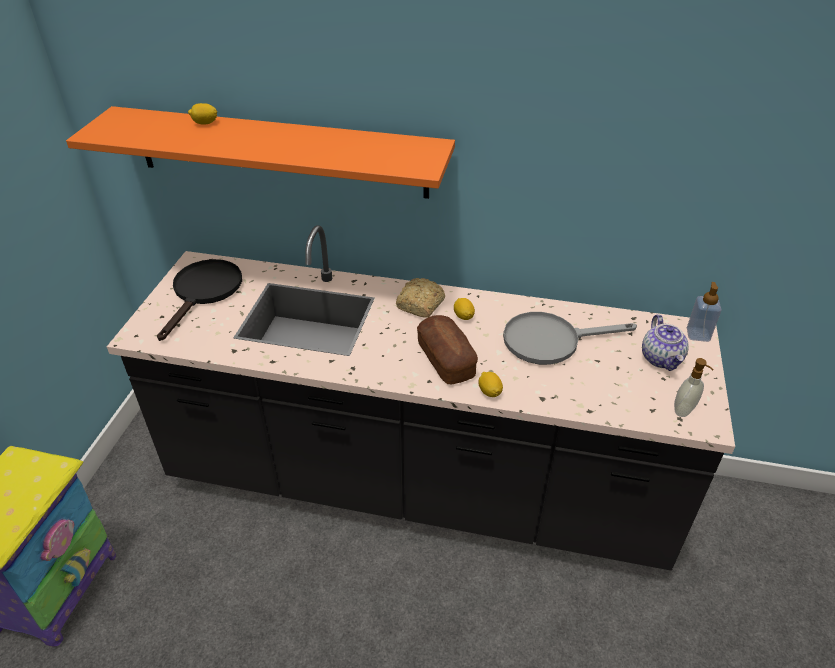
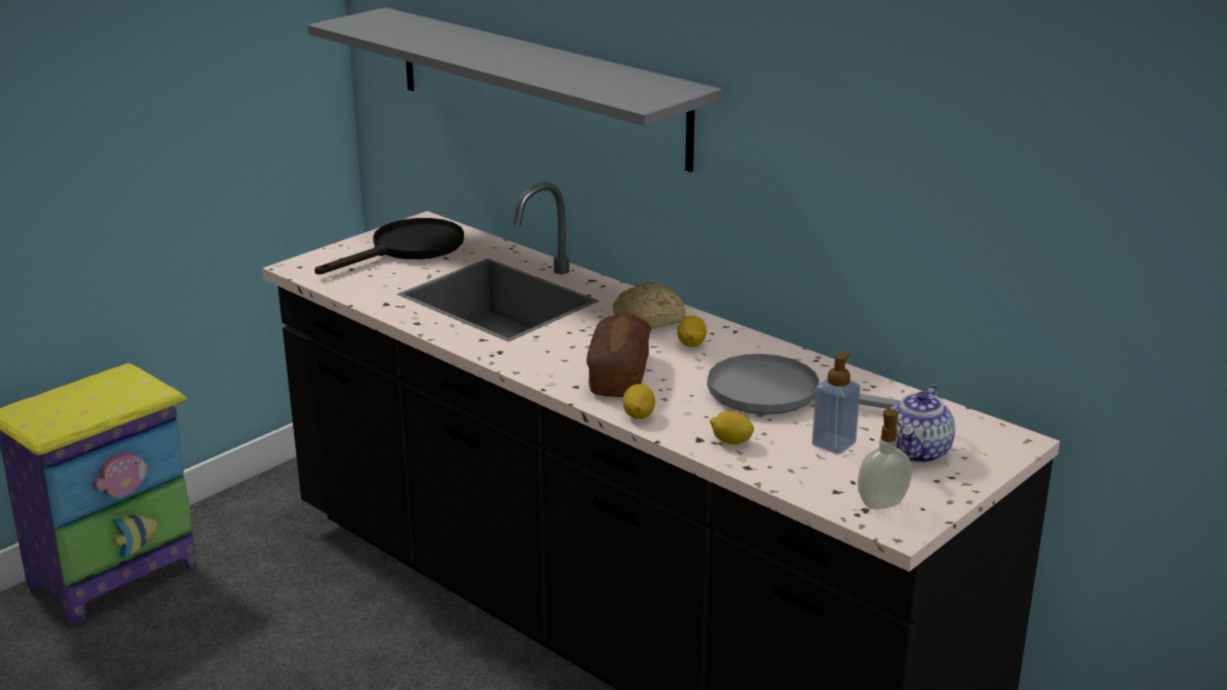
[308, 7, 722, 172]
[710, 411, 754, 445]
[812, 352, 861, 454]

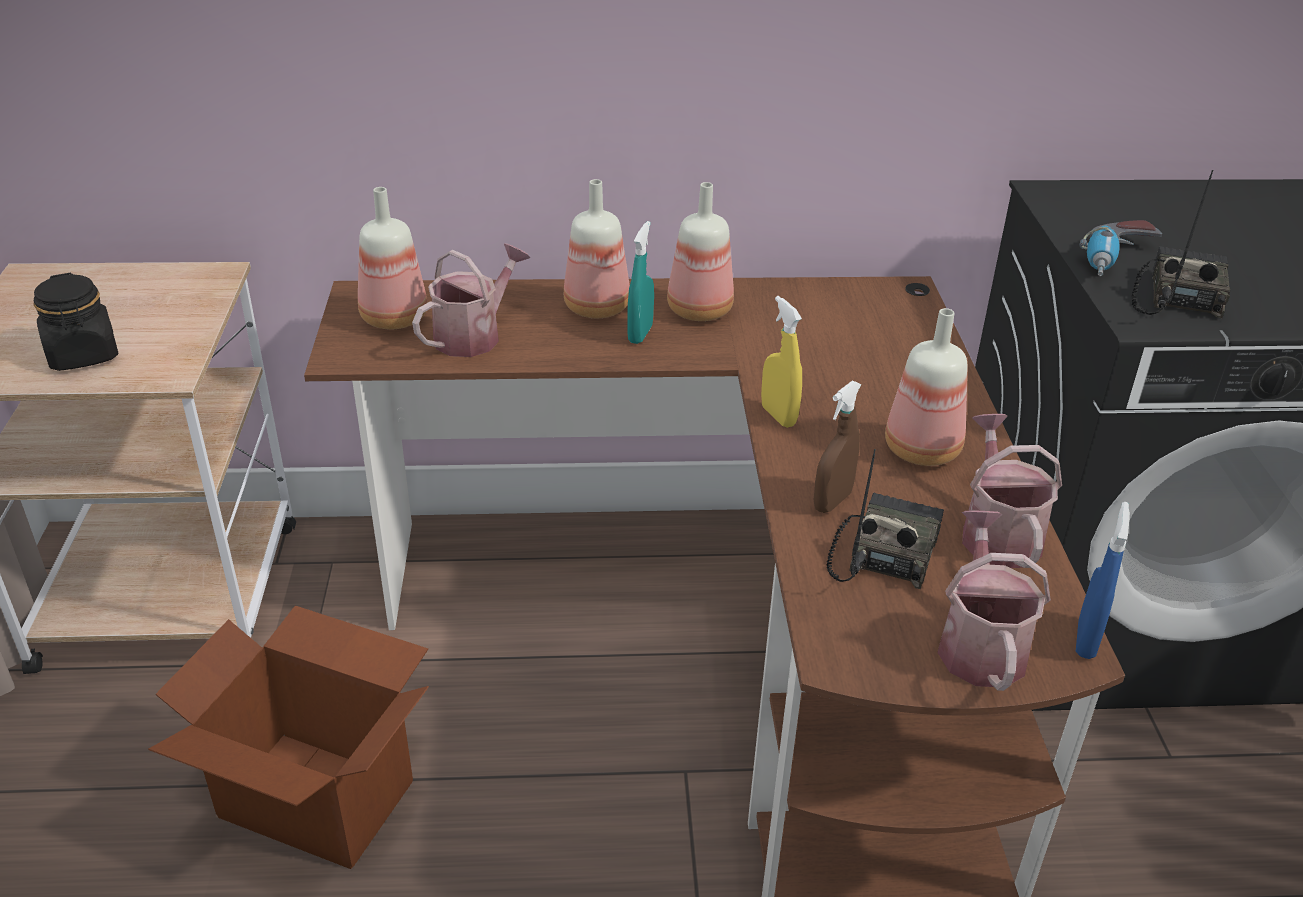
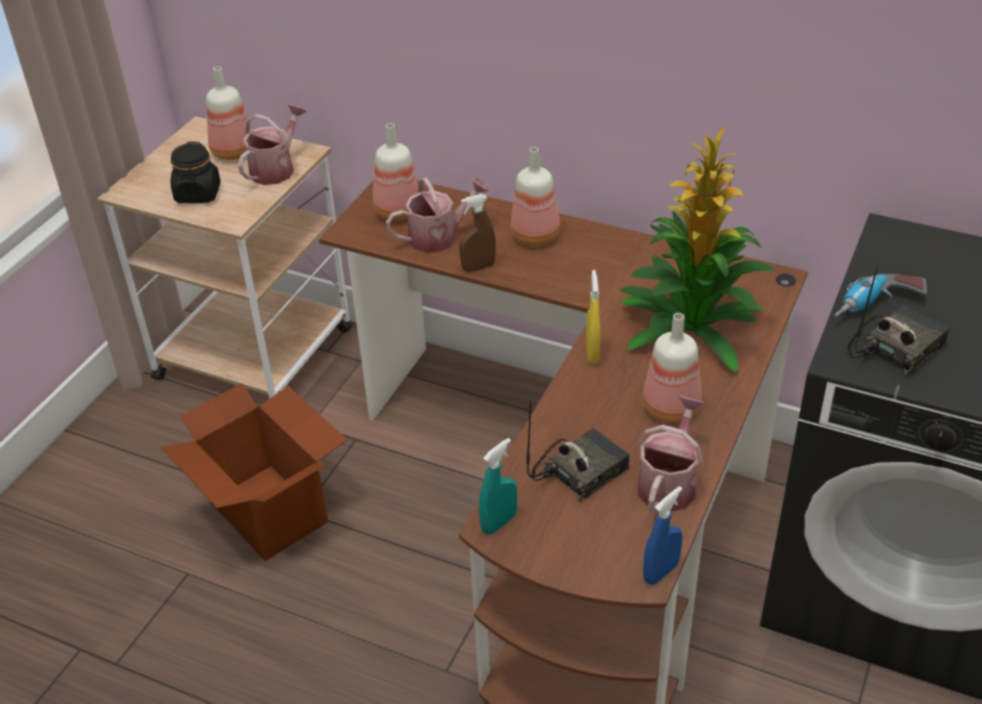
[206, 66, 252, 160]
[238, 104, 307, 185]
[459, 194, 496, 272]
[479, 438, 517, 534]
[619, 127, 774, 372]

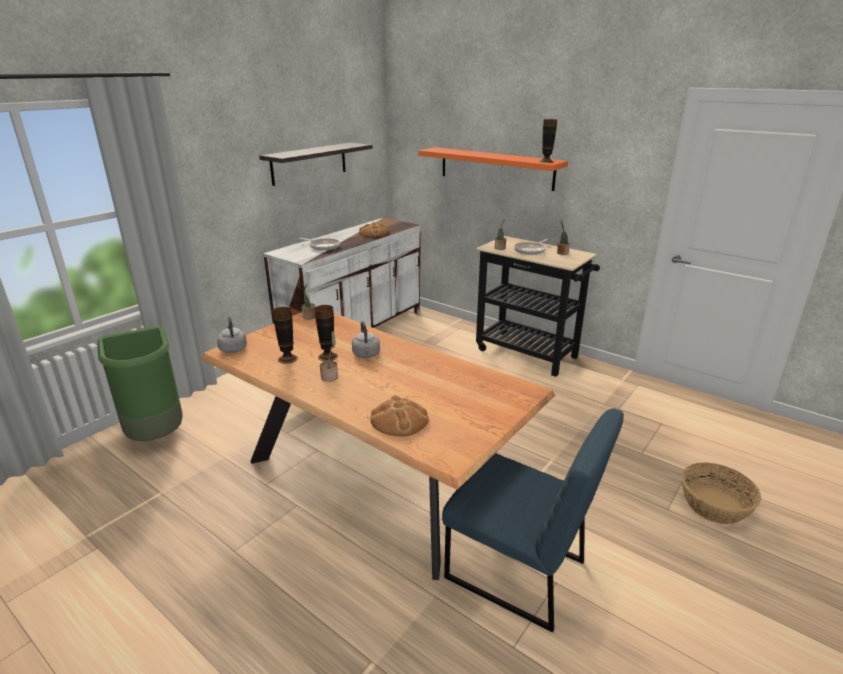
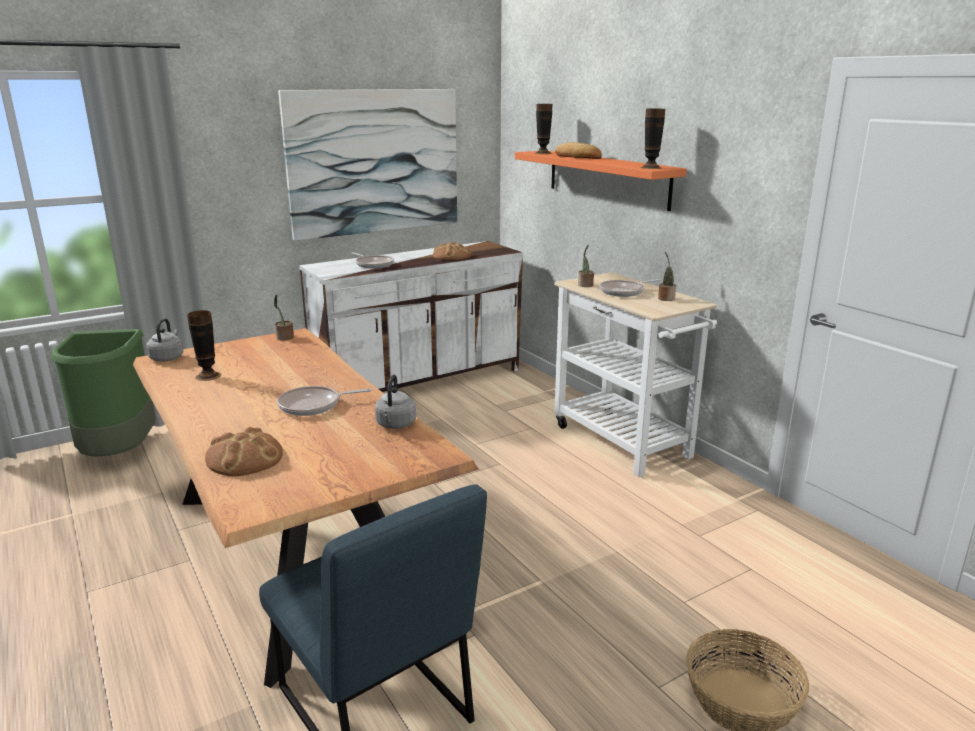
[277, 386, 372, 416]
[278, 89, 457, 241]
[375, 375, 416, 429]
[534, 104, 552, 154]
[554, 272, 717, 477]
[555, 142, 602, 159]
[320, 331, 338, 382] (first image)

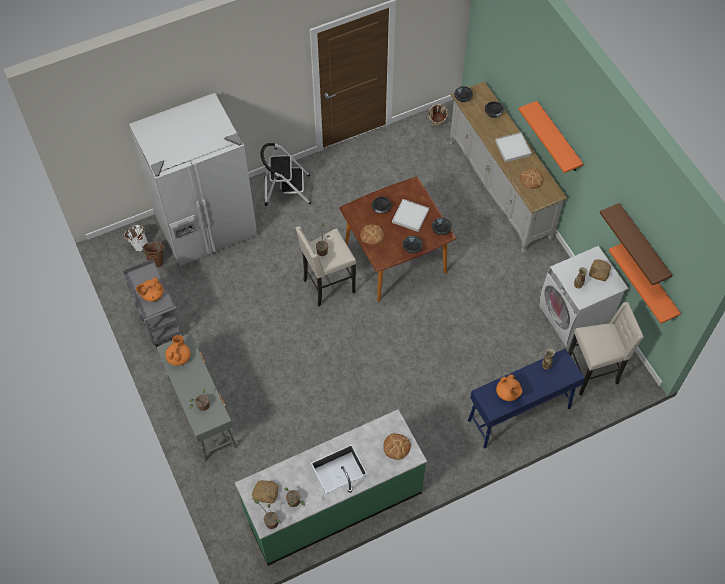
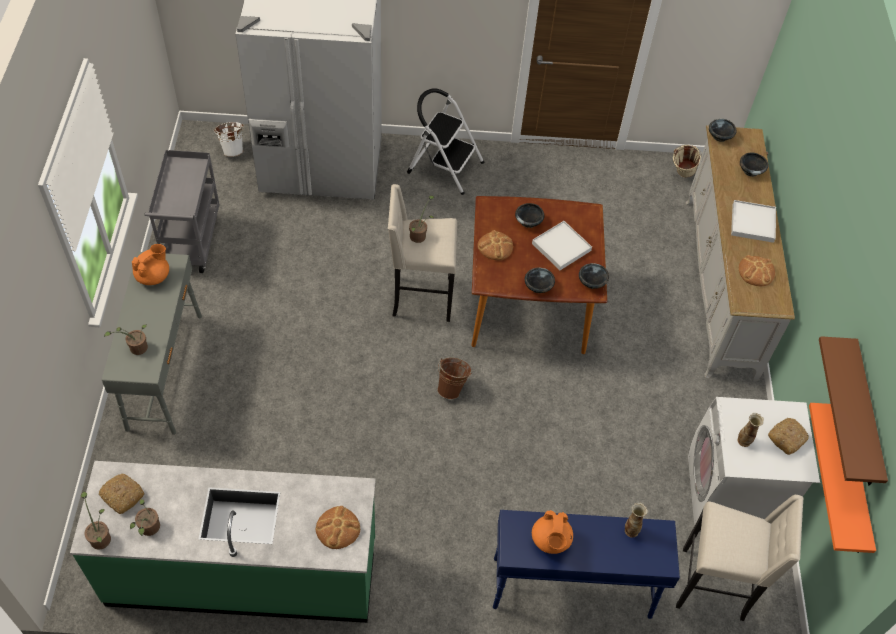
[437, 358, 471, 399]
[136, 277, 164, 302] (first image)
[518, 101, 583, 173] (first image)

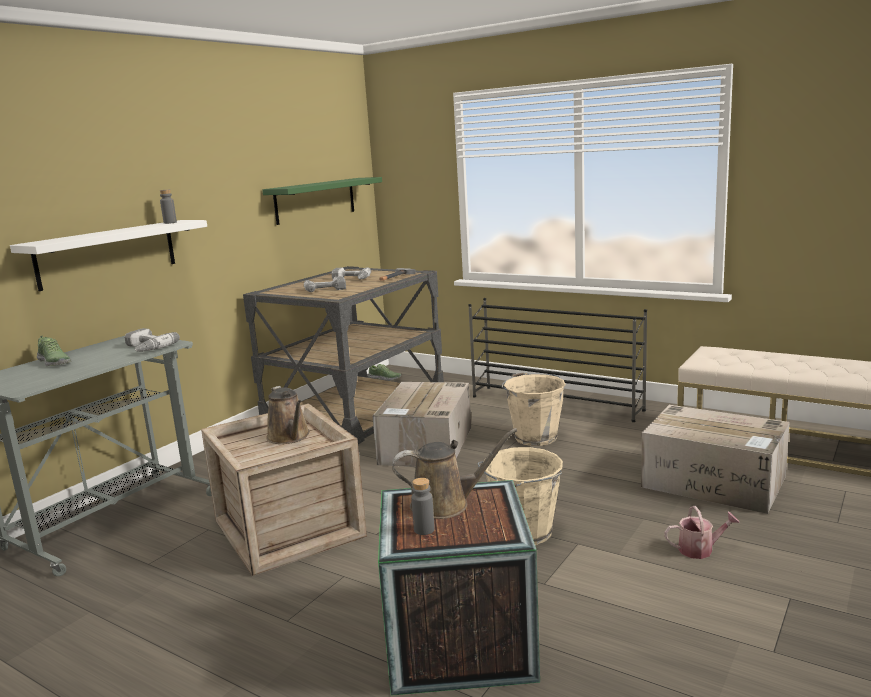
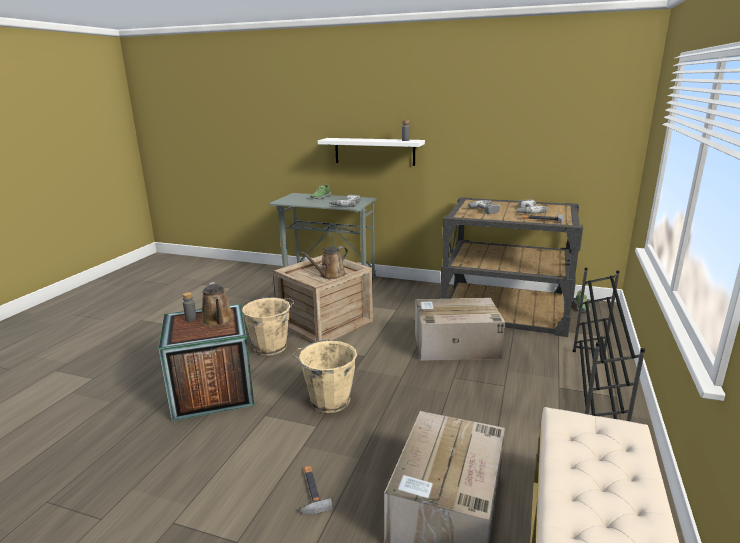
[242, 297, 295, 356]
[301, 466, 333, 514]
[262, 177, 382, 225] (first image)

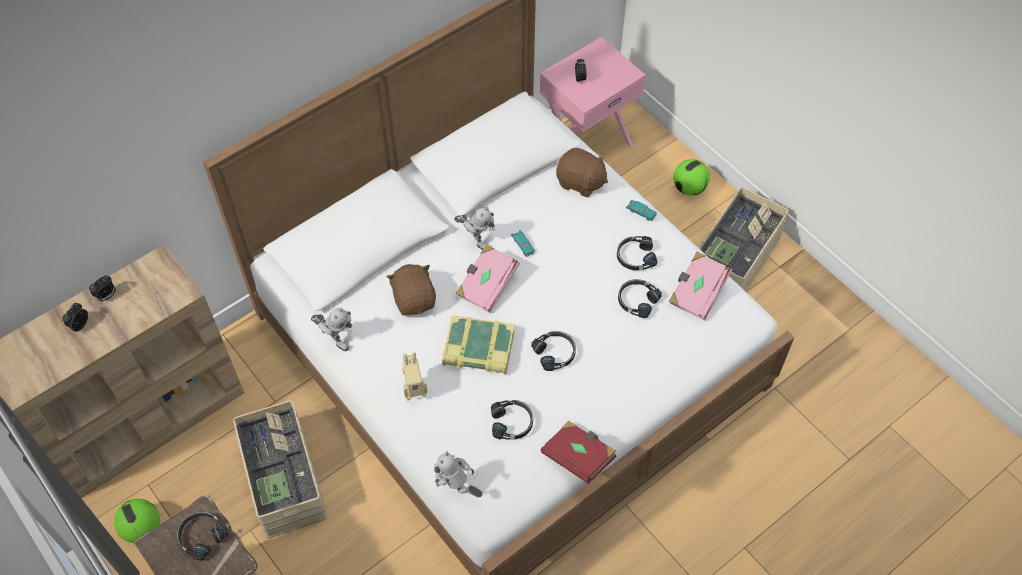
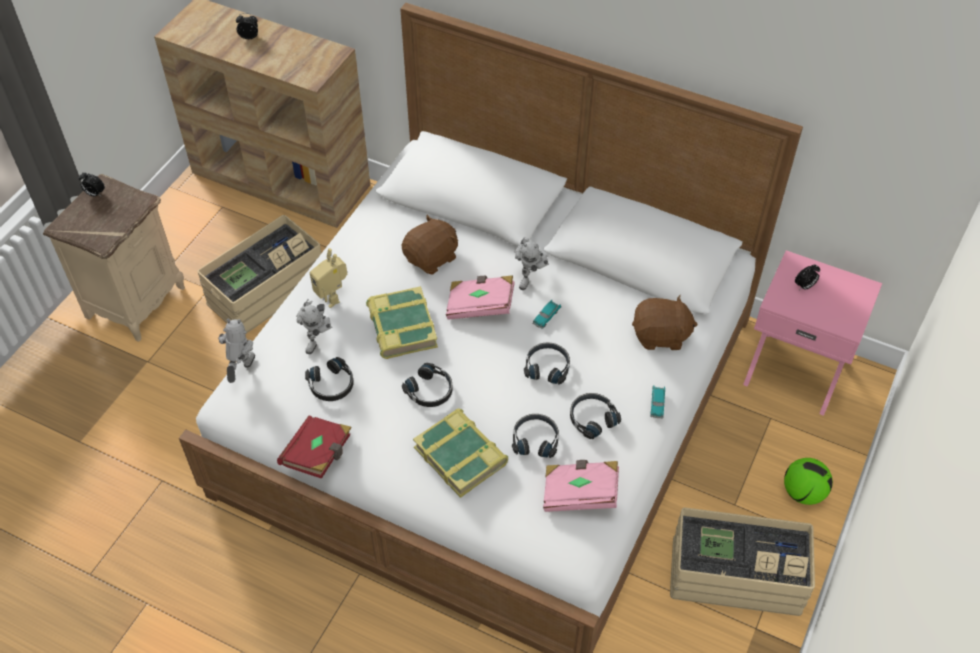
[79, 172, 105, 196]
[296, 299, 332, 354]
[413, 408, 508, 498]
[524, 343, 570, 385]
[632, 295, 698, 350]
[114, 499, 160, 543] (first image)

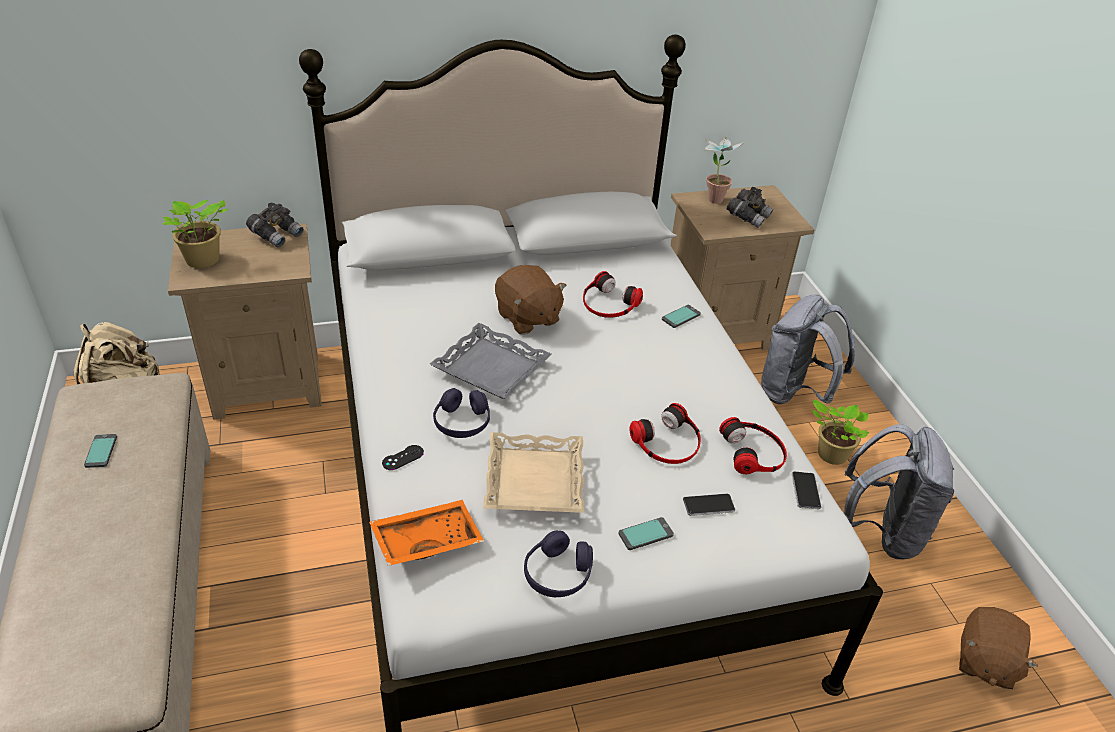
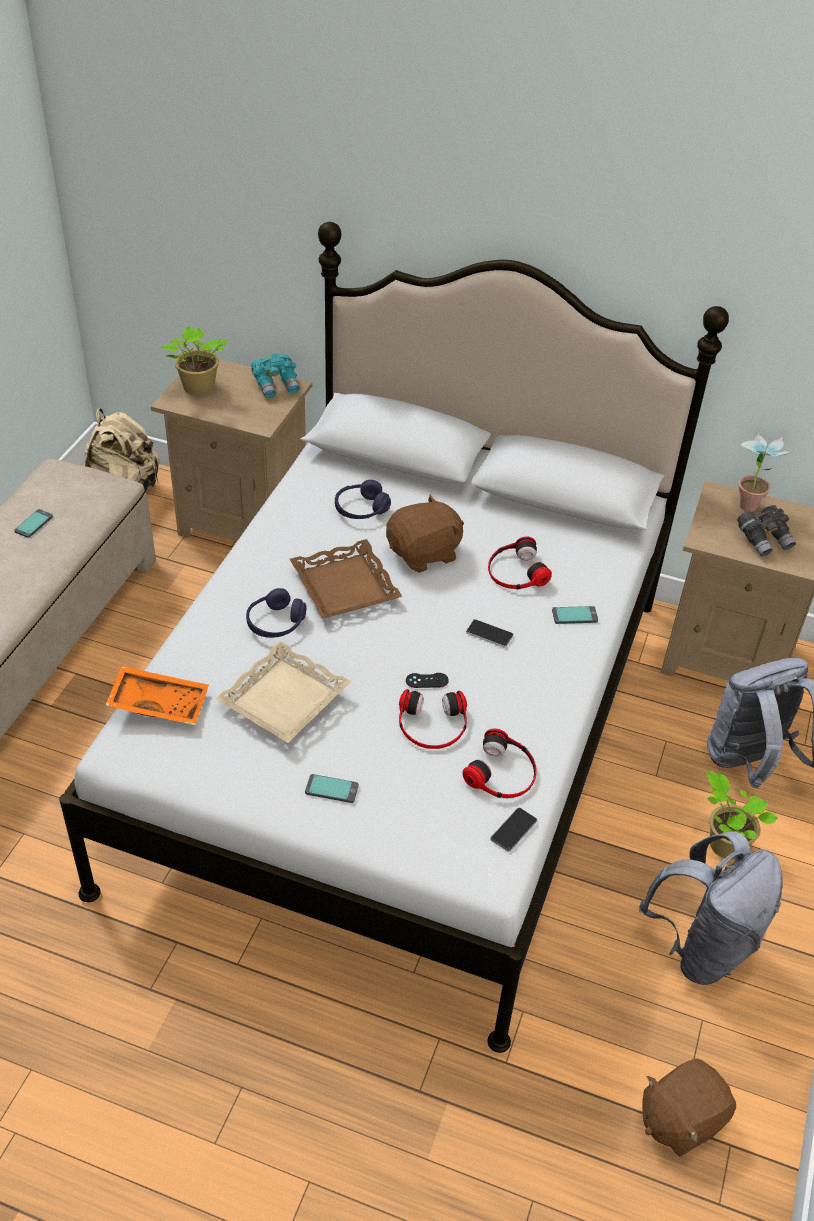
[251, 353, 300, 398]
[290, 539, 402, 619]
[335, 480, 391, 519]
[386, 494, 464, 573]
[406, 673, 449, 688]
[466, 619, 514, 648]

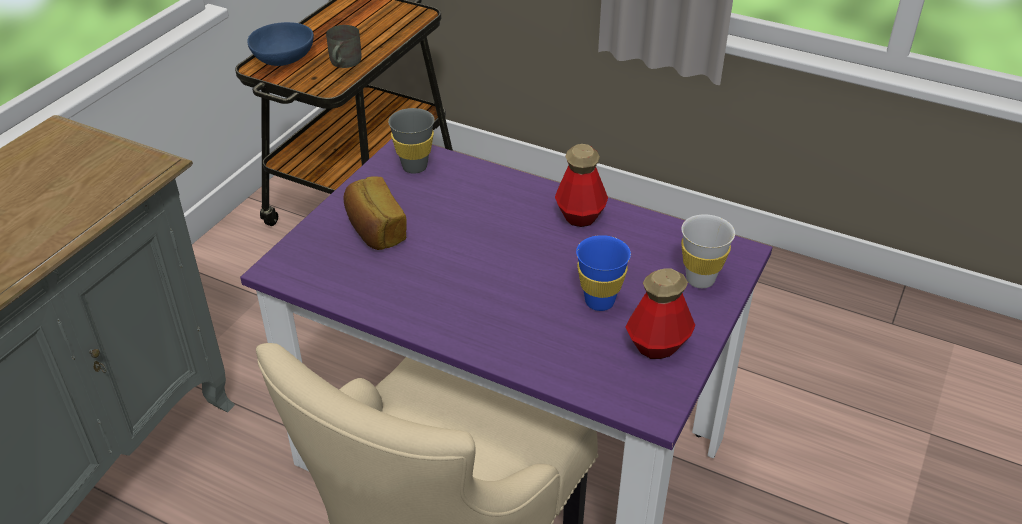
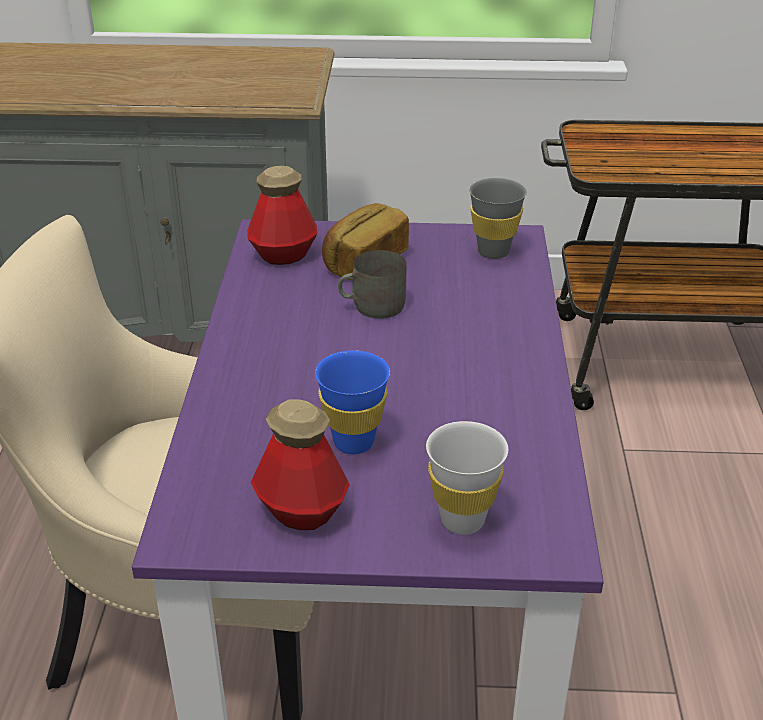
[248, 166, 317, 265]
[338, 250, 407, 319]
[247, 22, 314, 66] (first image)

